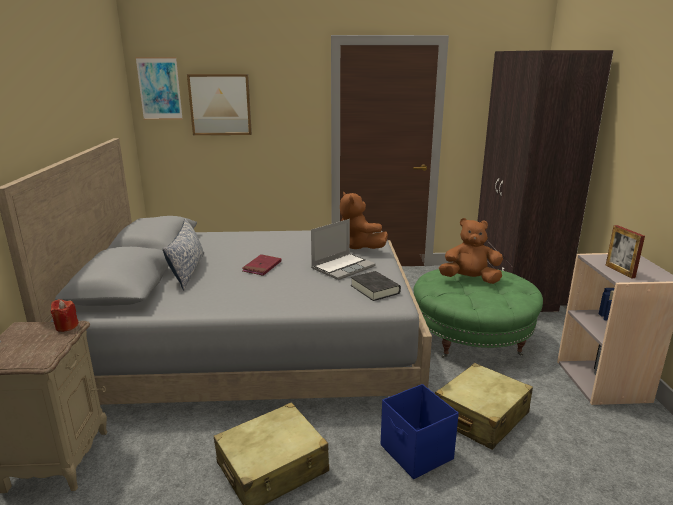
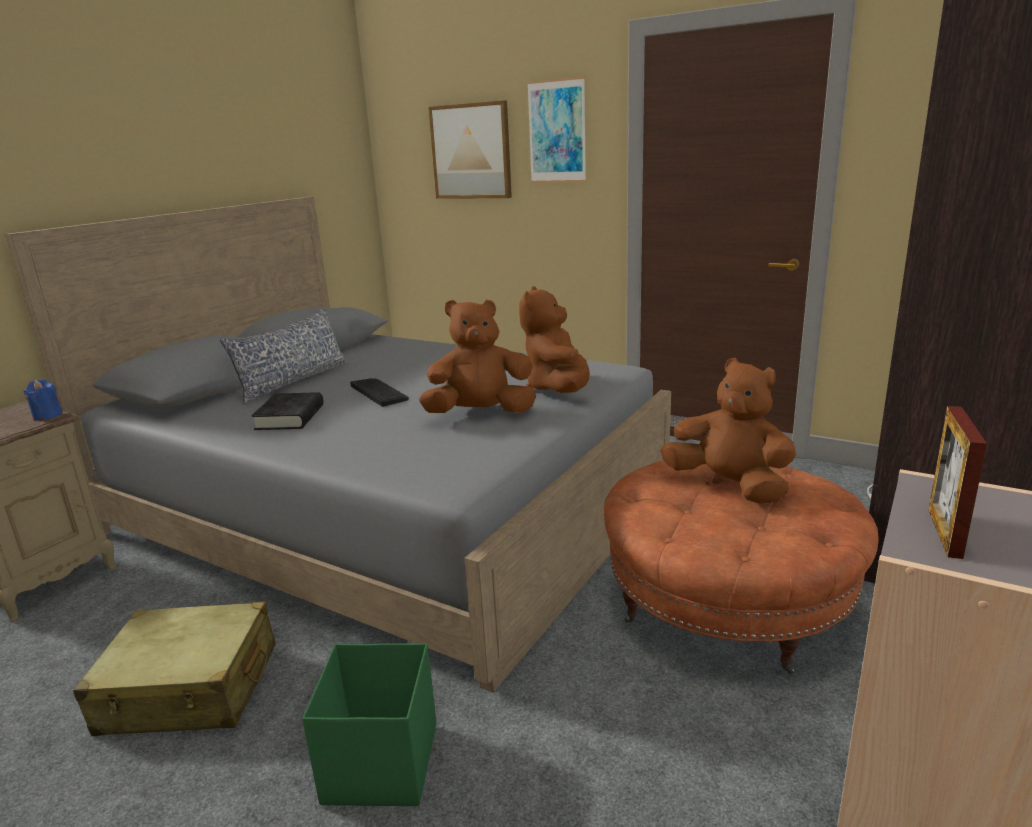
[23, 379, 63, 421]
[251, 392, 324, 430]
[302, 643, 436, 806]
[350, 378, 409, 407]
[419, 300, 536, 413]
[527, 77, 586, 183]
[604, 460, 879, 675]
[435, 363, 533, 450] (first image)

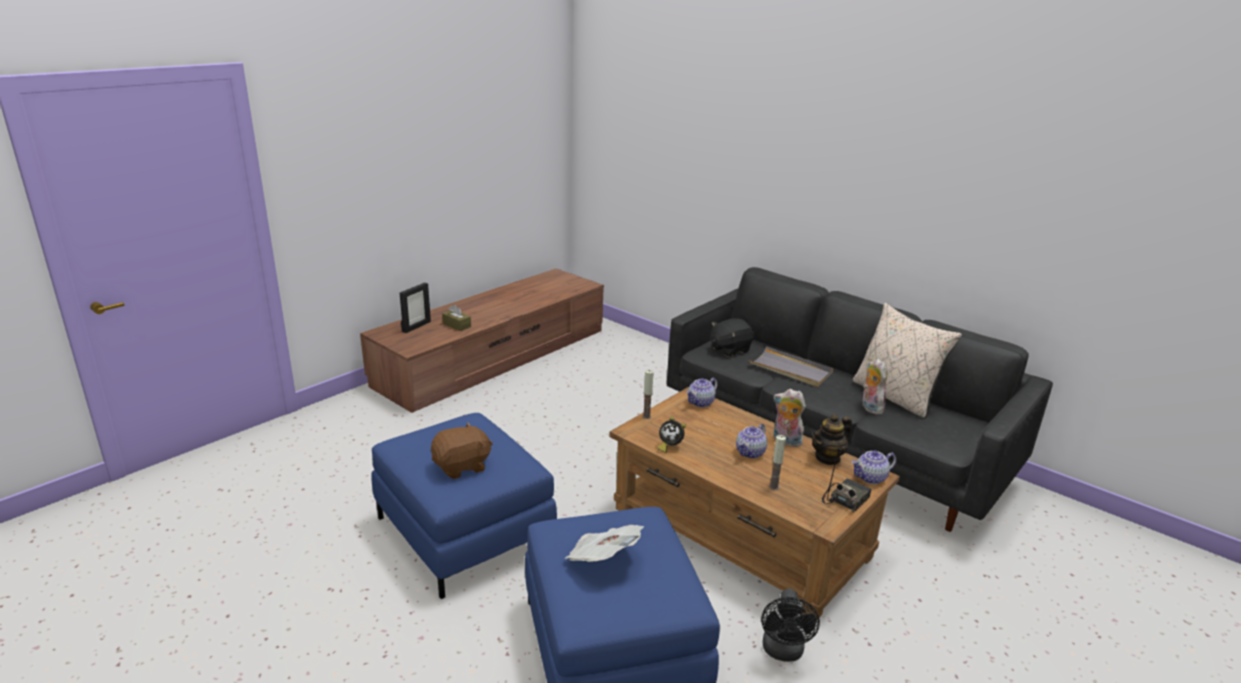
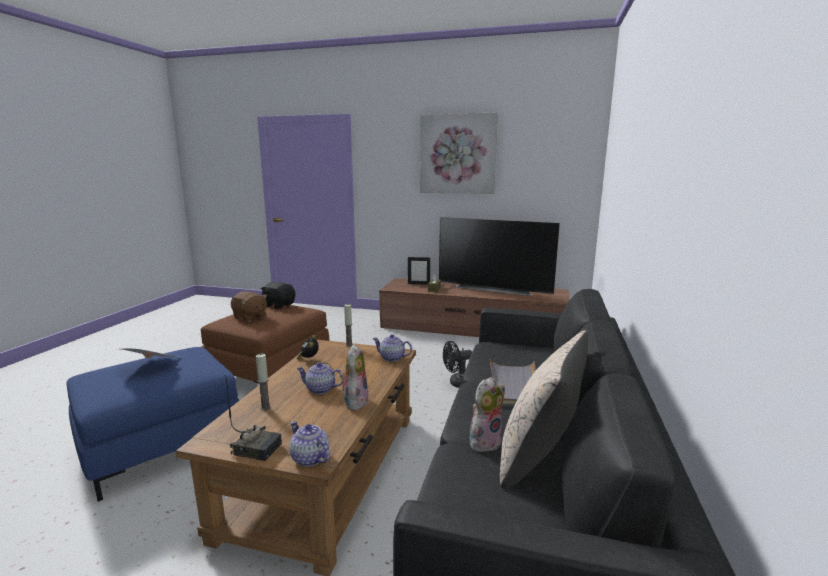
[200, 303, 329, 383]
[261, 282, 295, 309]
[420, 112, 498, 194]
[439, 217, 560, 296]
[443, 341, 472, 388]
[812, 414, 852, 465] (first image)

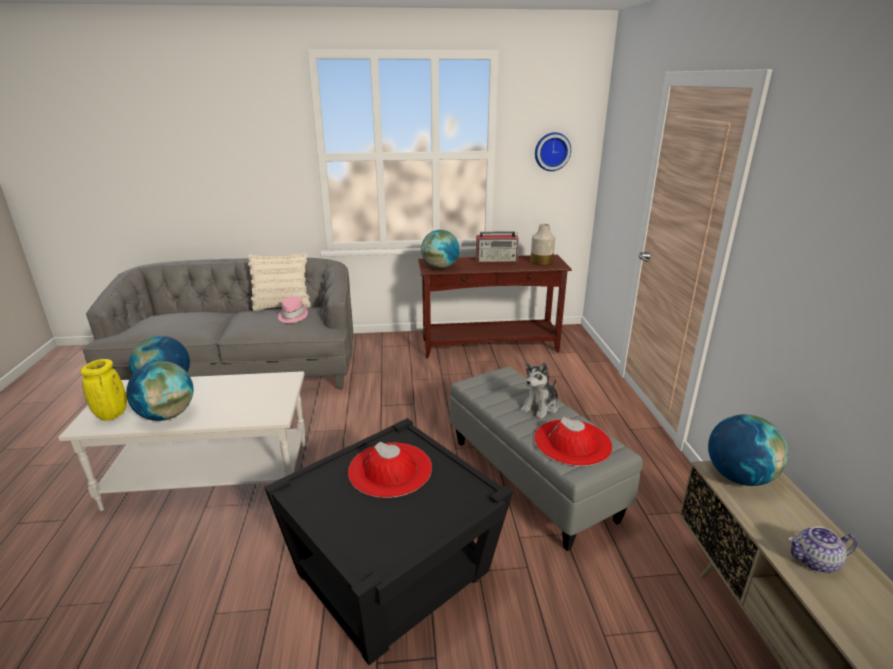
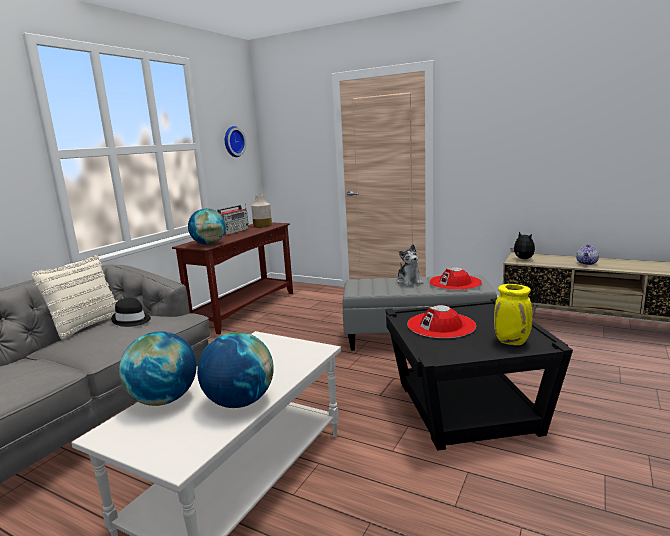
[111, 298, 151, 327]
[494, 284, 532, 345]
[510, 232, 535, 259]

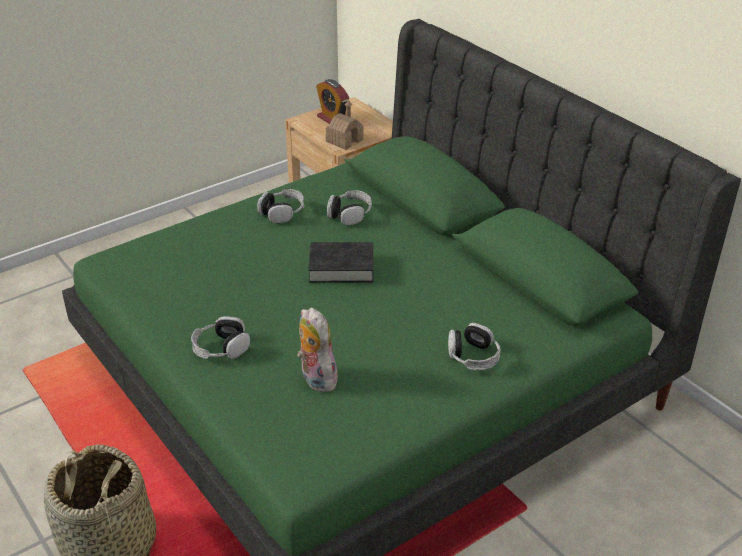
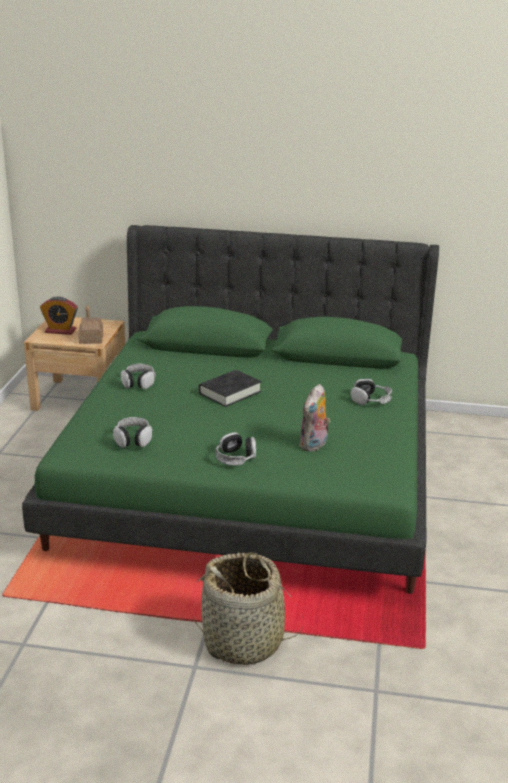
[113, 417, 153, 448]
[299, 384, 331, 452]

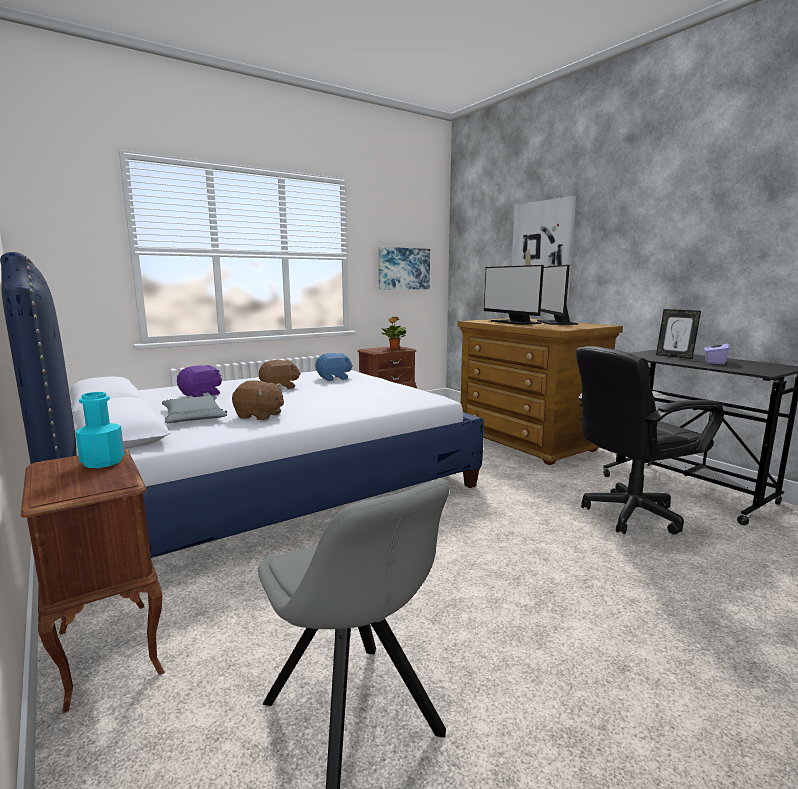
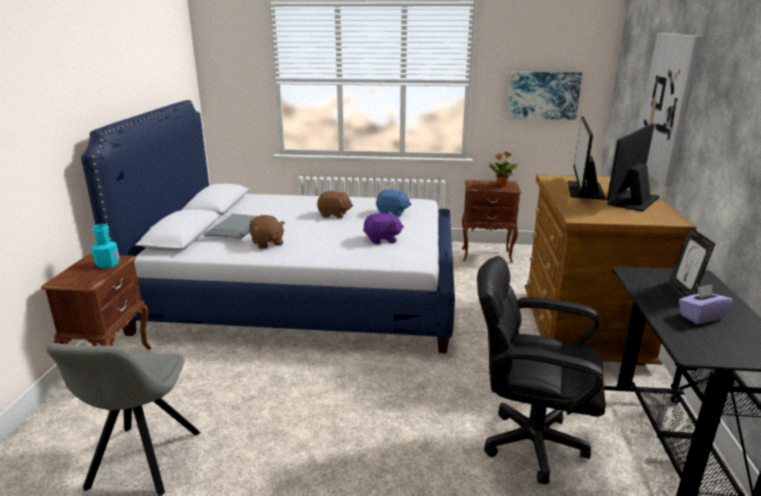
[363, 212, 404, 244]

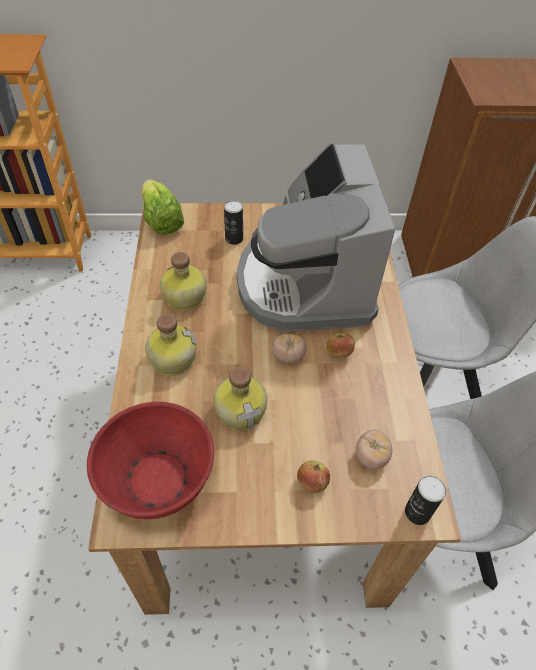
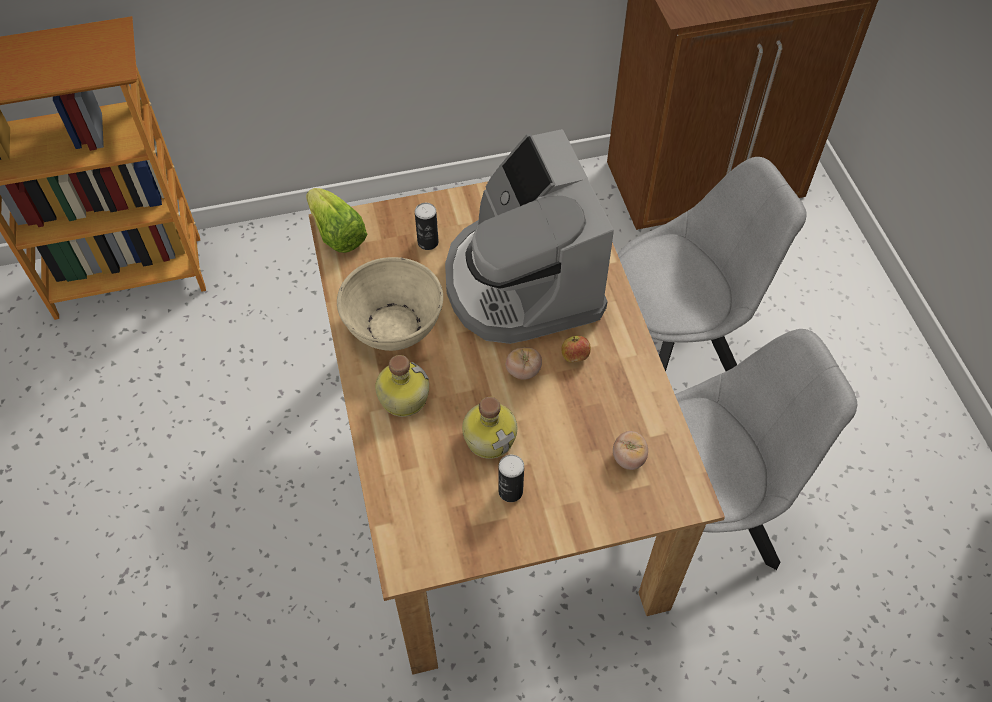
[337, 257, 443, 351]
[498, 455, 524, 502]
[87, 402, 214, 519] (first image)
[297, 461, 330, 493] (first image)

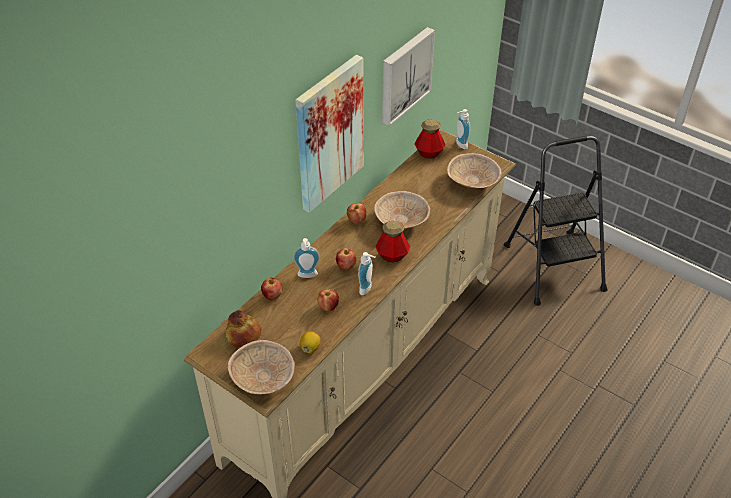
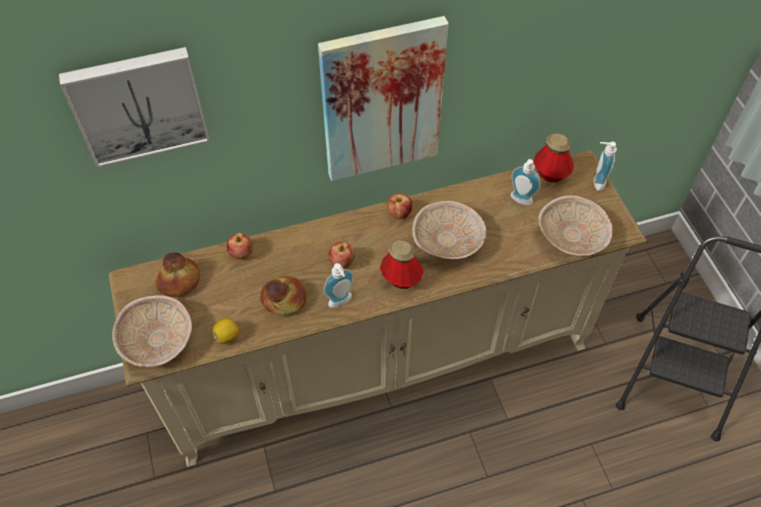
[59, 47, 210, 168]
[260, 276, 307, 316]
[511, 159, 541, 206]

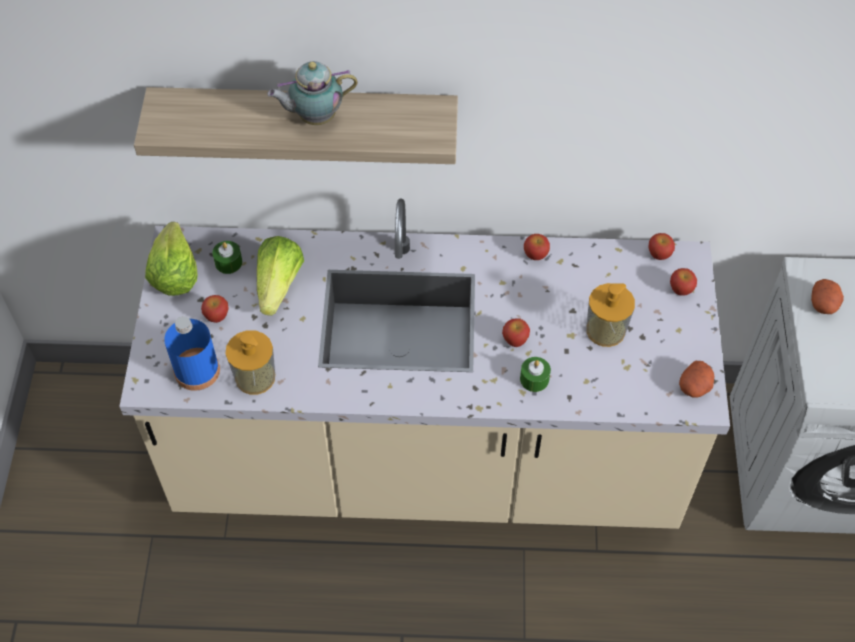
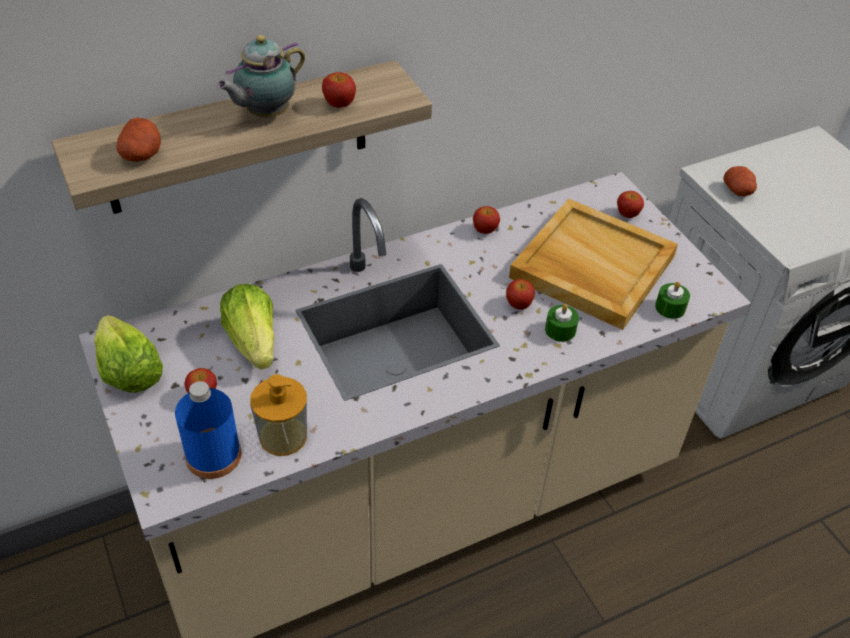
[117, 117, 161, 162]
[322, 72, 356, 108]
[509, 199, 678, 330]
[655, 281, 690, 319]

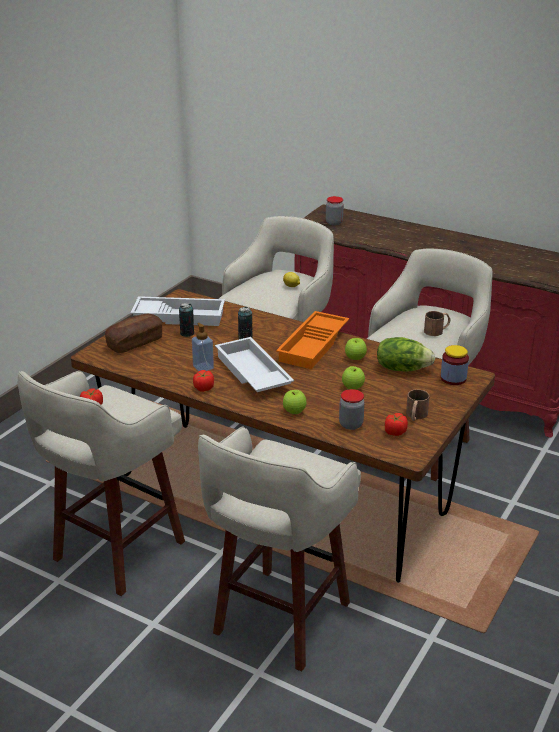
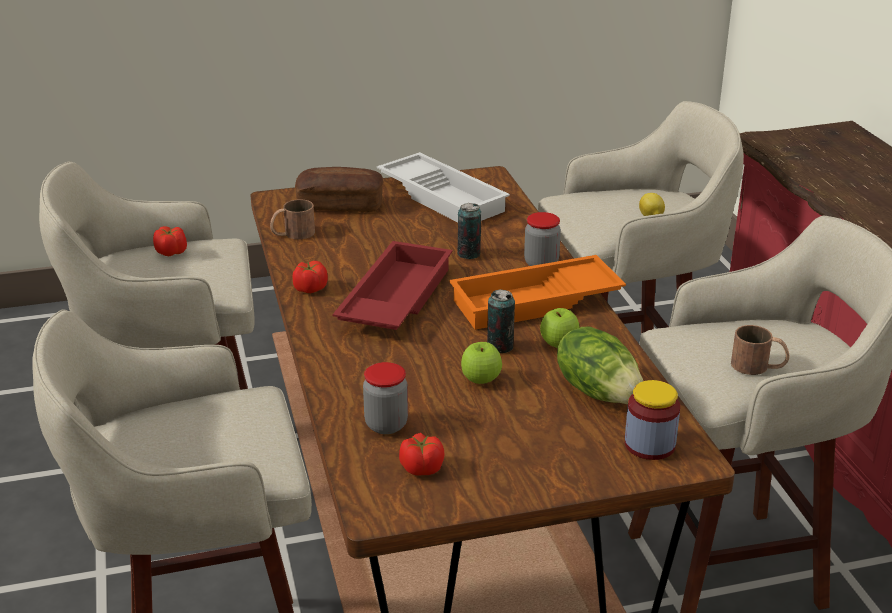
[270, 199, 315, 239]
[333, 241, 453, 330]
[487, 289, 515, 353]
[524, 212, 561, 266]
[192, 323, 214, 371] (first image)
[283, 390, 307, 414] (first image)

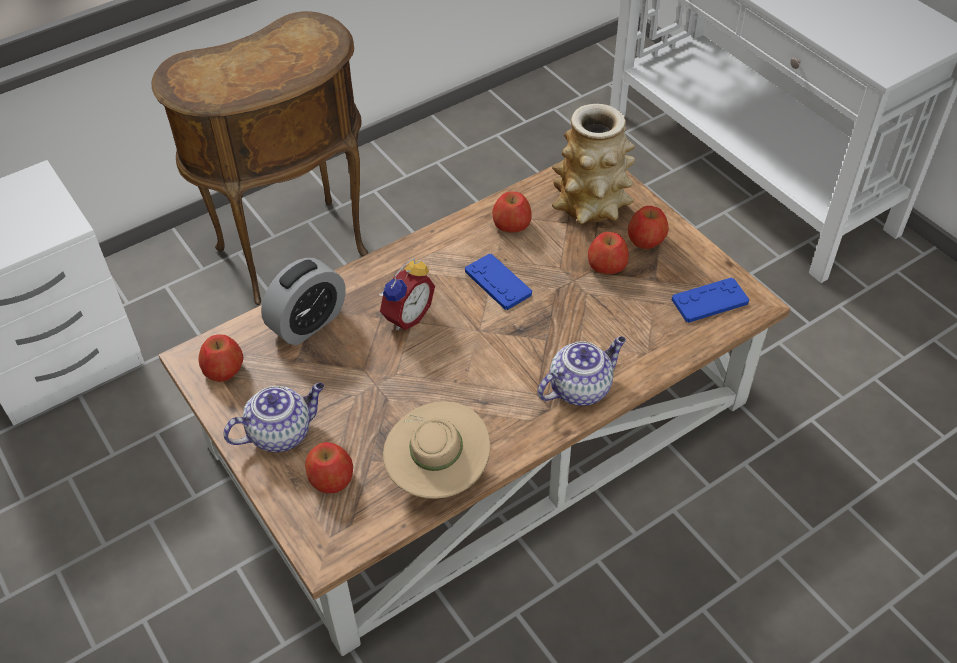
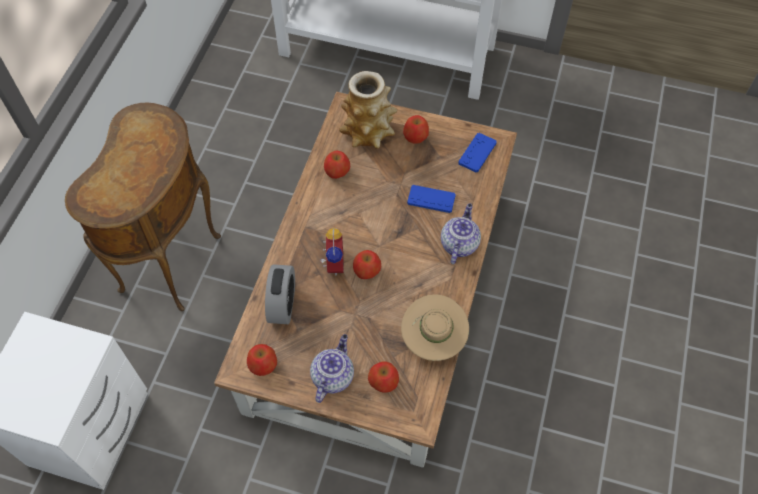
[353, 250, 381, 279]
[407, 185, 456, 213]

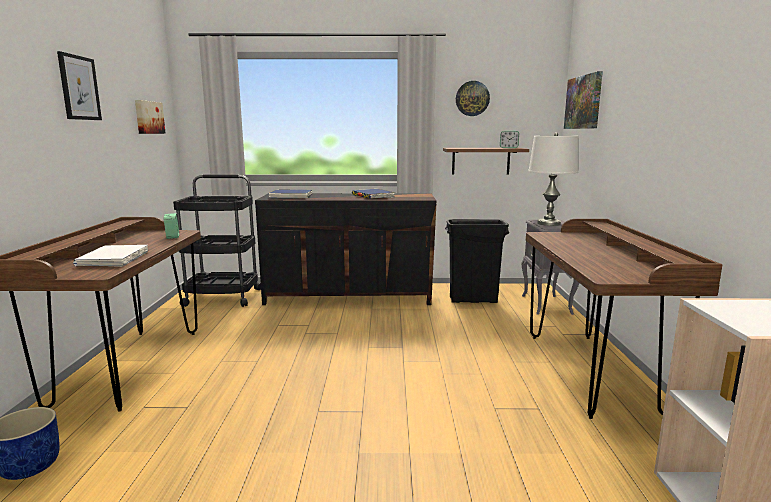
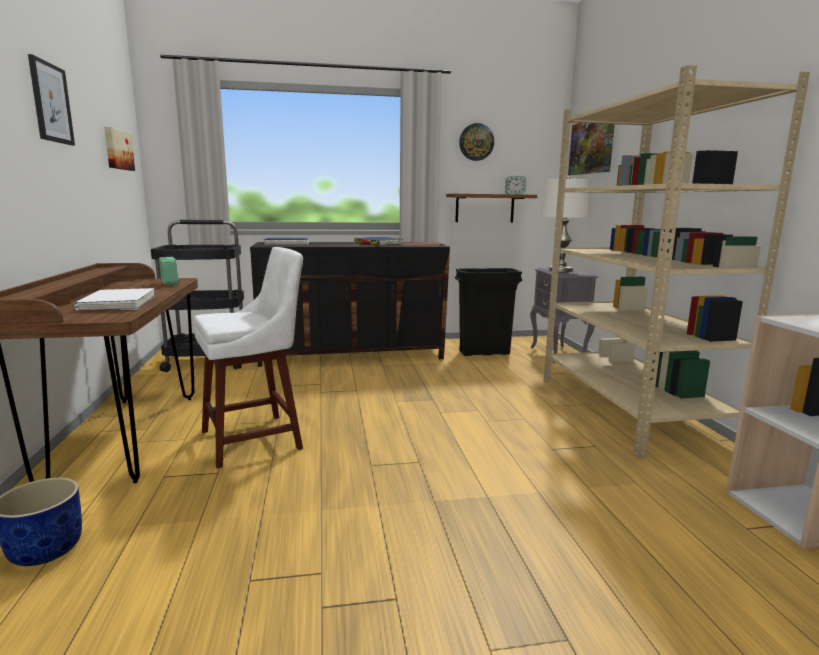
[194, 247, 303, 469]
[544, 65, 810, 458]

